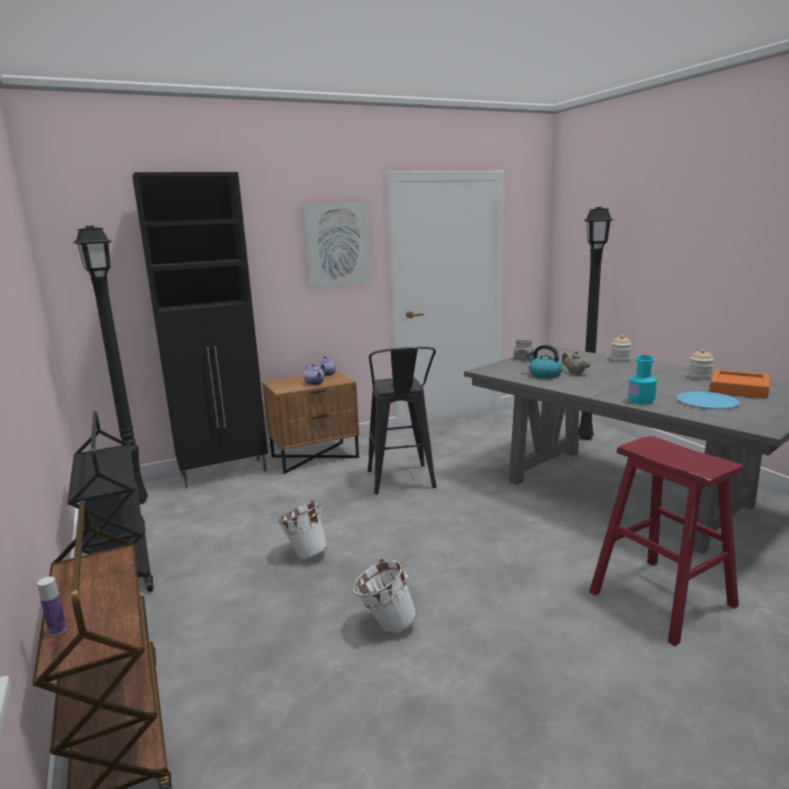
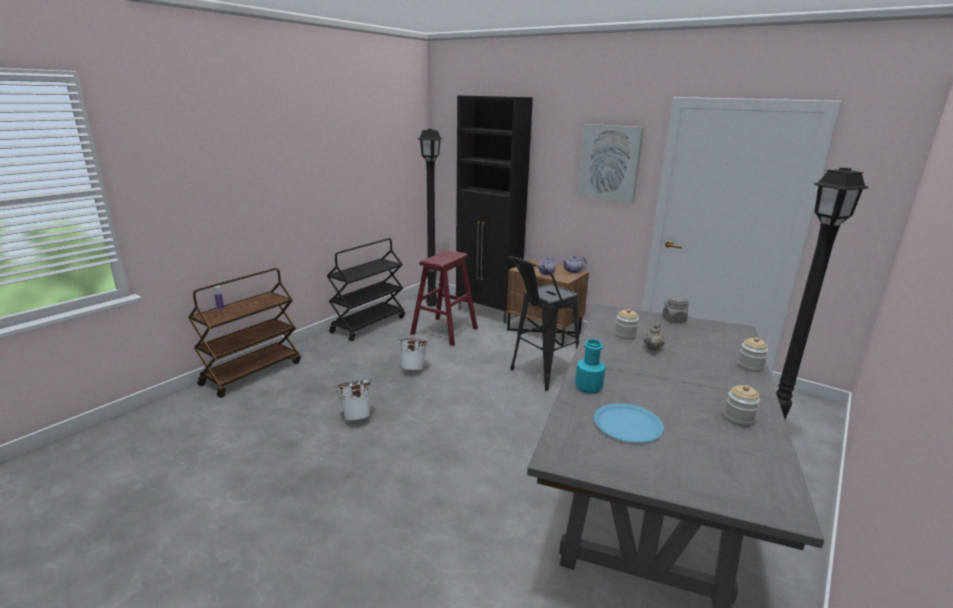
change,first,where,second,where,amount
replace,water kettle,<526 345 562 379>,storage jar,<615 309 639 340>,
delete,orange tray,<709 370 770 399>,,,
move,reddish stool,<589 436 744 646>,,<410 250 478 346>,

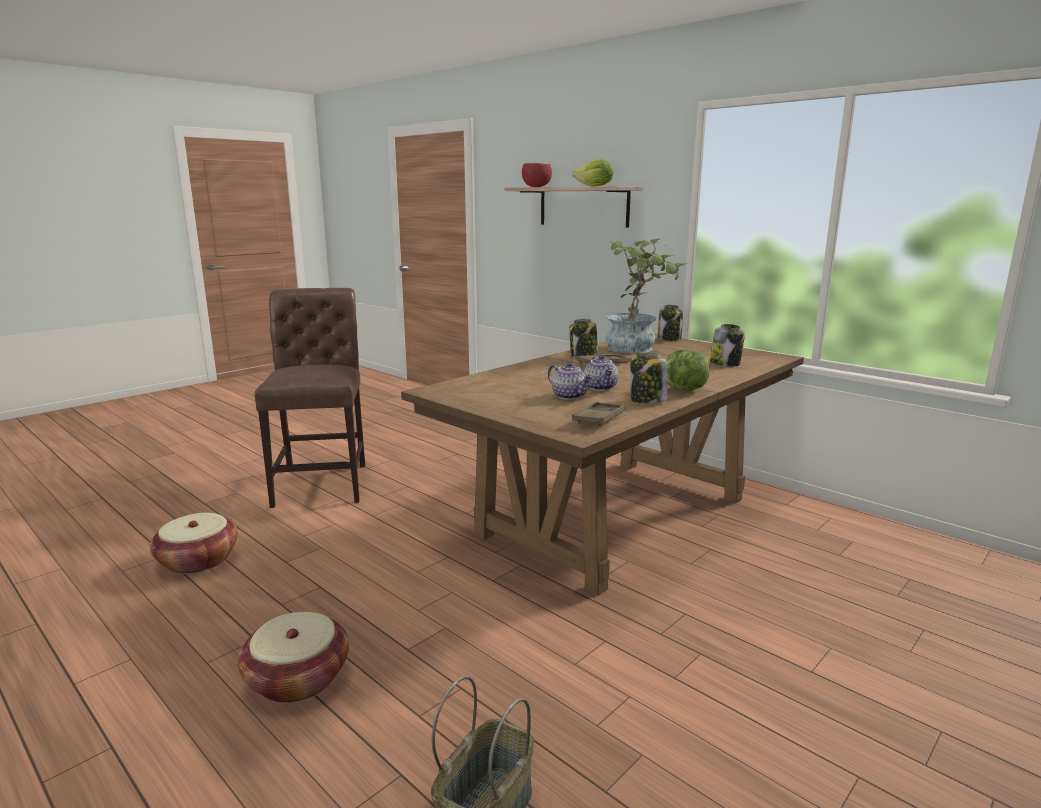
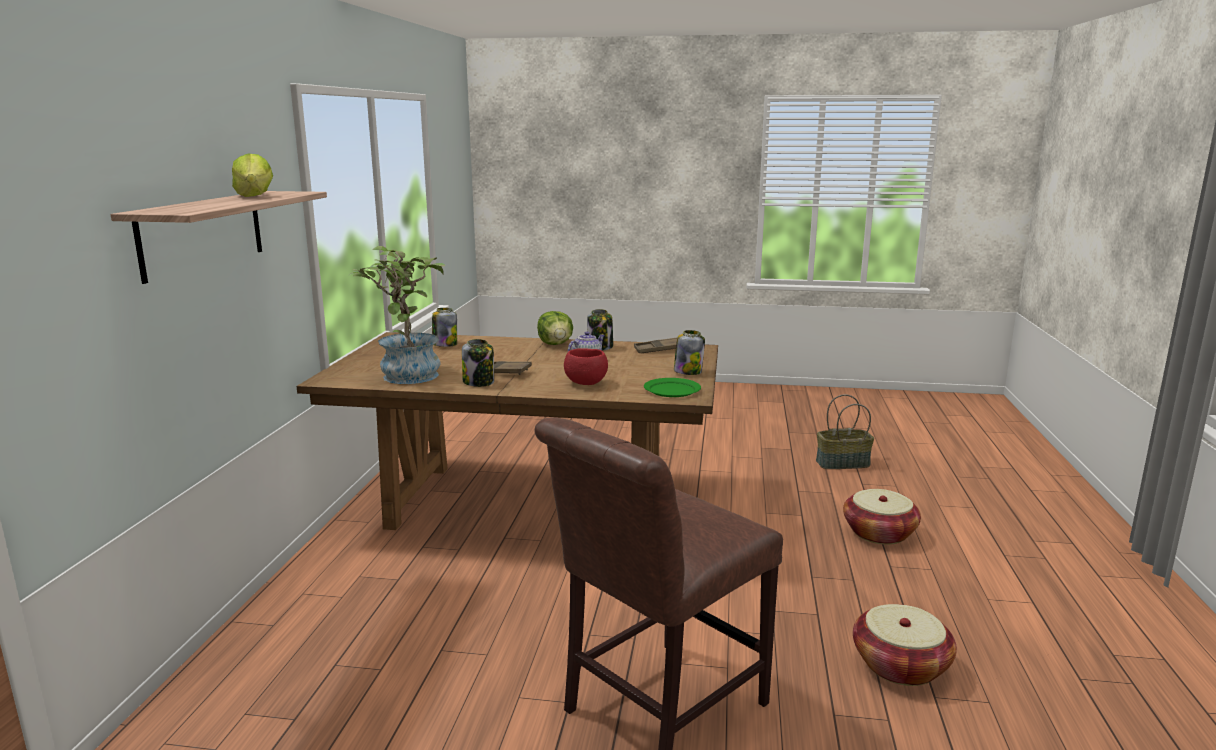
change,first,where,second,where,amount
move,reddish serving bowl,<522 163 552 187>,,<564 348 608 385>,
move,storage jar,<658 305 683 341>,,<674 330 705 375>,
delete,pot for tea,<548 362 593 400>,,,
insert,,,green-coloured plate,<644 378 701 397>,

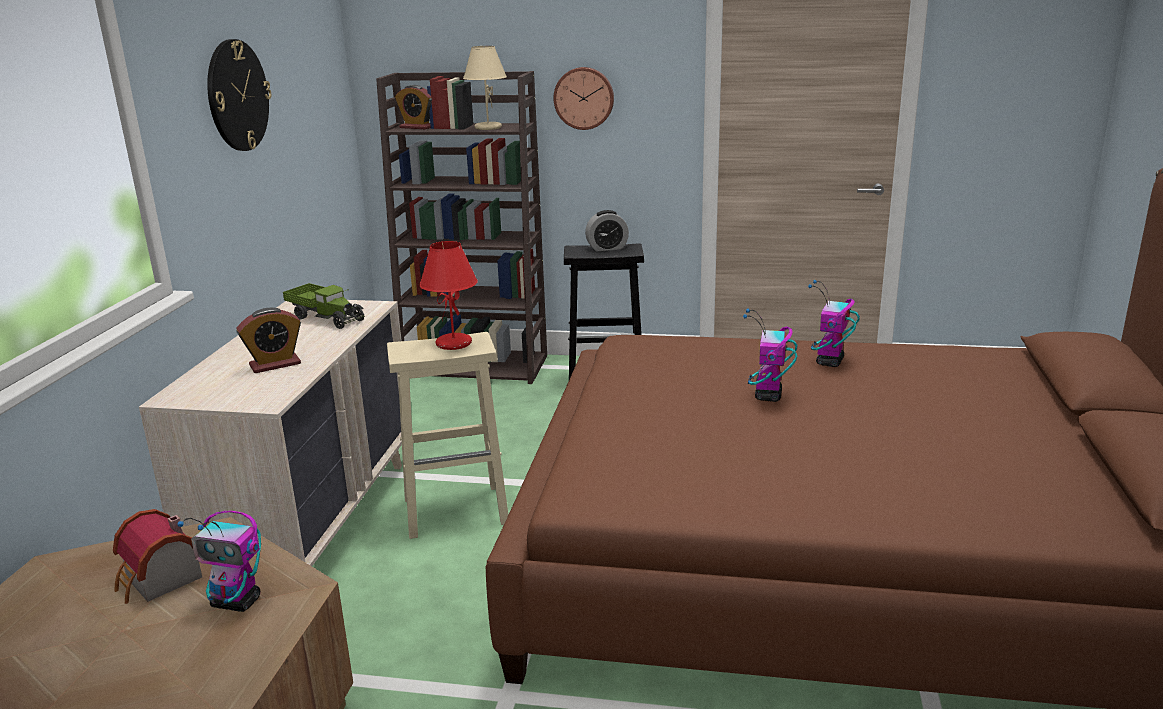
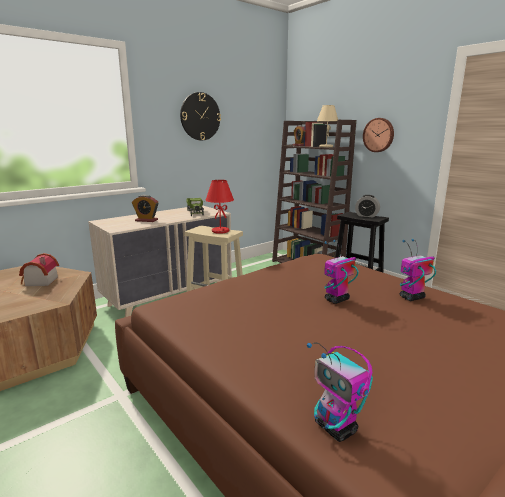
change,first,where,second,where,amount
move,model robot,<177 511 261 612>,,<307 342 373 442>,

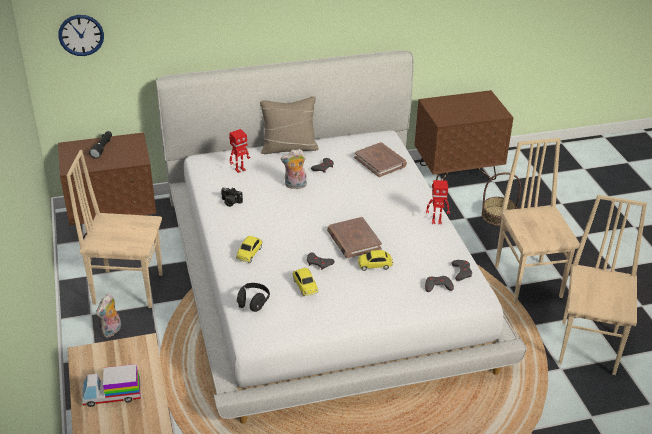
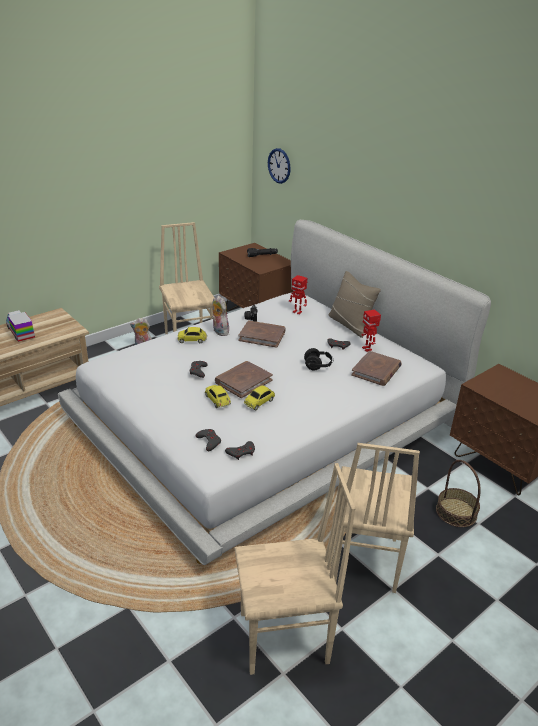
change,first,where,second,where,amount
rotate,beige plain chair,<495 138 580 303>,,<334 443 420 593>,135 degrees clockwise
move,plush toy,<281 149 307 189>,,<211 295 229 336>,
move,model robot,<426 180 450 225>,,<361 309 381 352>,
move,miniature car,<293 268 318 296>,,<244 385 275 411>,
move,blackish headphones,<237 283 270 312>,,<304 348 333 371>,
insert,,,brown-coloured volume,<238 321 285 348>,

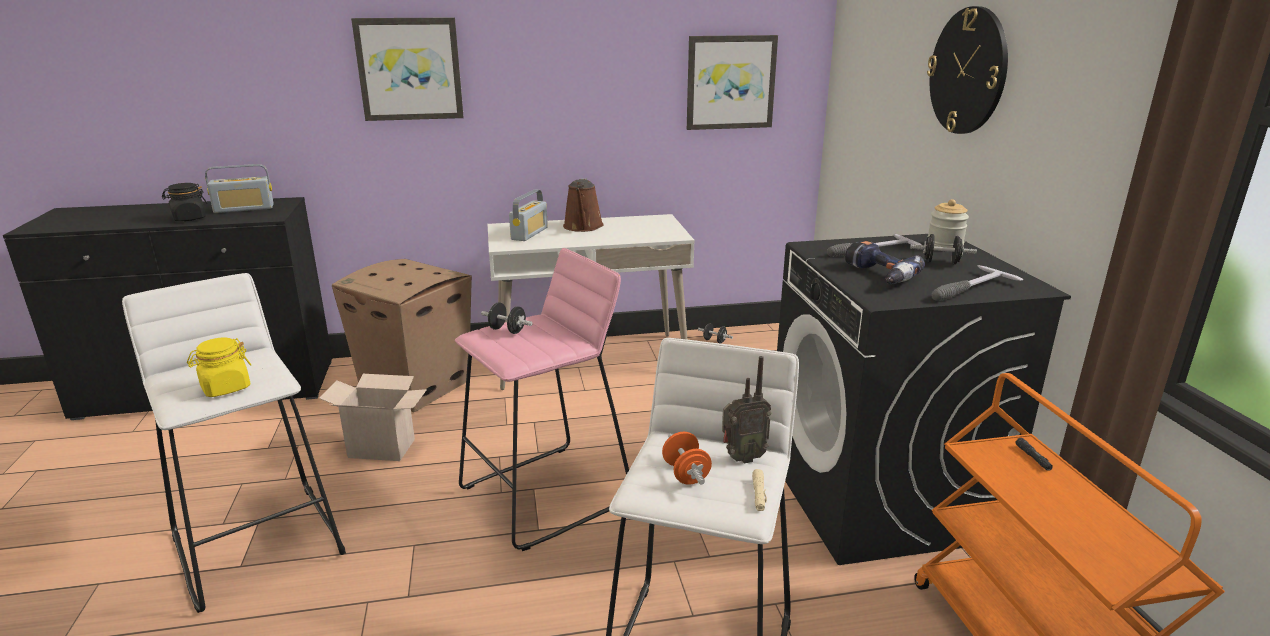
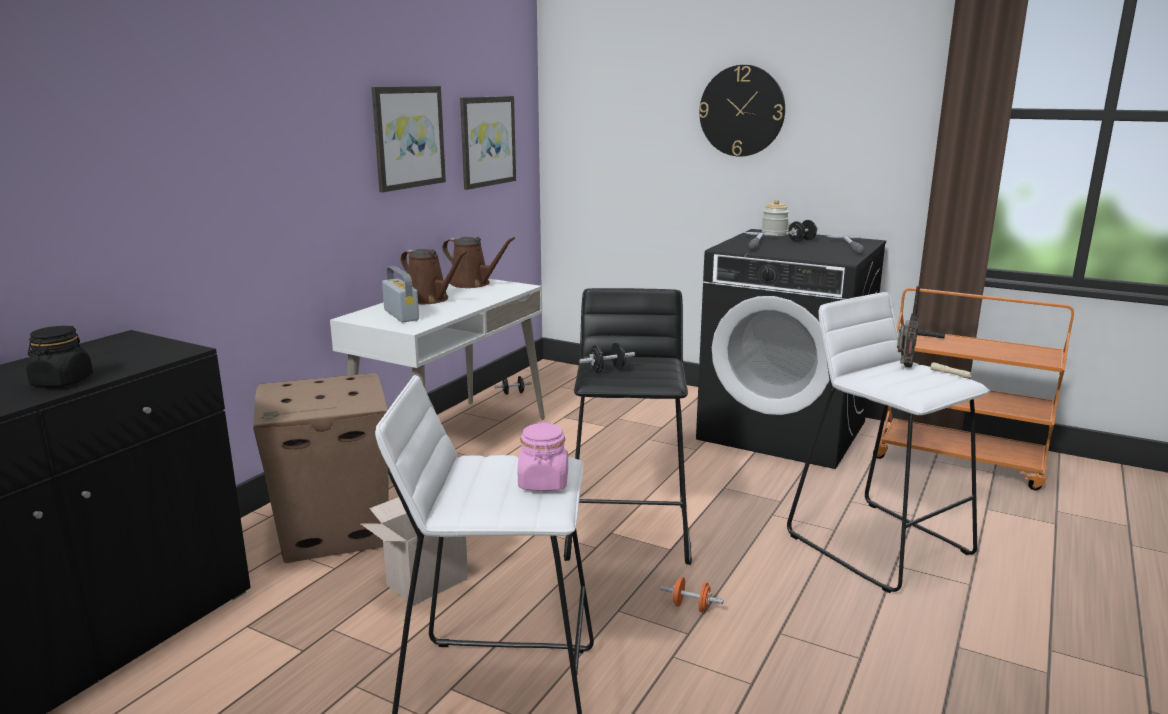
change,first,where,second,where,amount
move,picture,<351 17 464 121>,,<371 86 446 192>,
delete,radio,<205 164 274 213>,,,
delete,electric drill,<845 240 925 284>,,,
recolor,pink stool,<455 248 629 551>,blackish stool,<564 288 692 565>,
recolor,yellow-coloured storage jar,<187 338 251 397>,pink storage jar,<518 422 568 491>,
move,orange free weight,<662 432 712 485>,,<661 577 724 612>,
insert,,,brown-coloured watering pot,<442 237 515 288>,

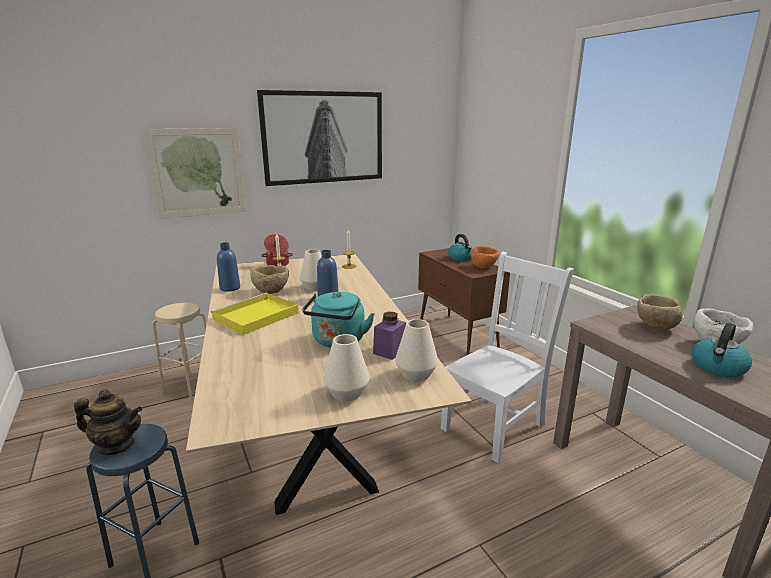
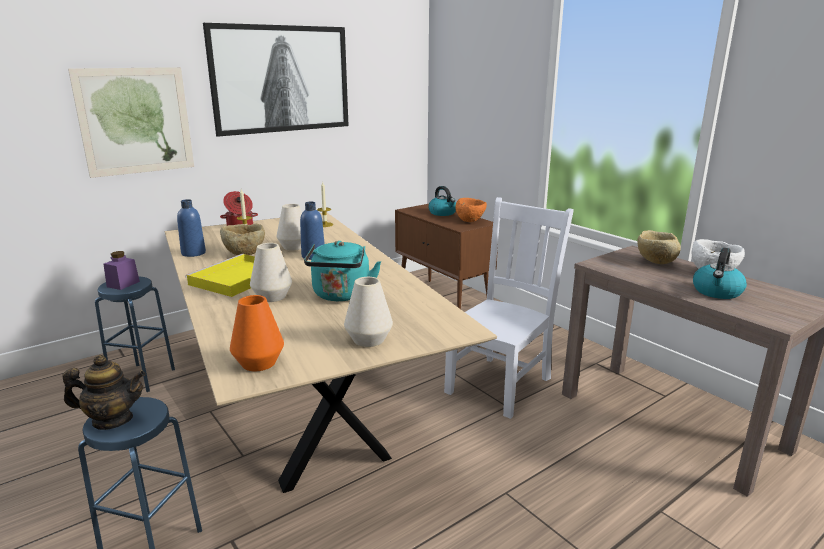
change,first,where,second,where,amount
recolor,beige stool,<153 303 206 401>,blue stool,<95 276 175 392>,
move,purplish storage jar,<373 312 406 360>,,<103 251 140 290>,
move,white decorative vase,<395 319 438 382>,,<250 243 292 302>,
insert,,,orange decorative vase,<230 295 284 371>,

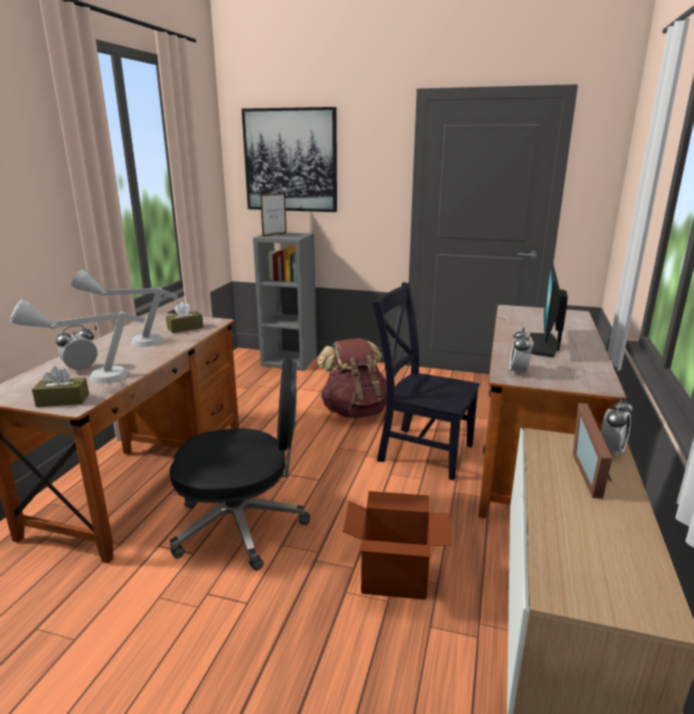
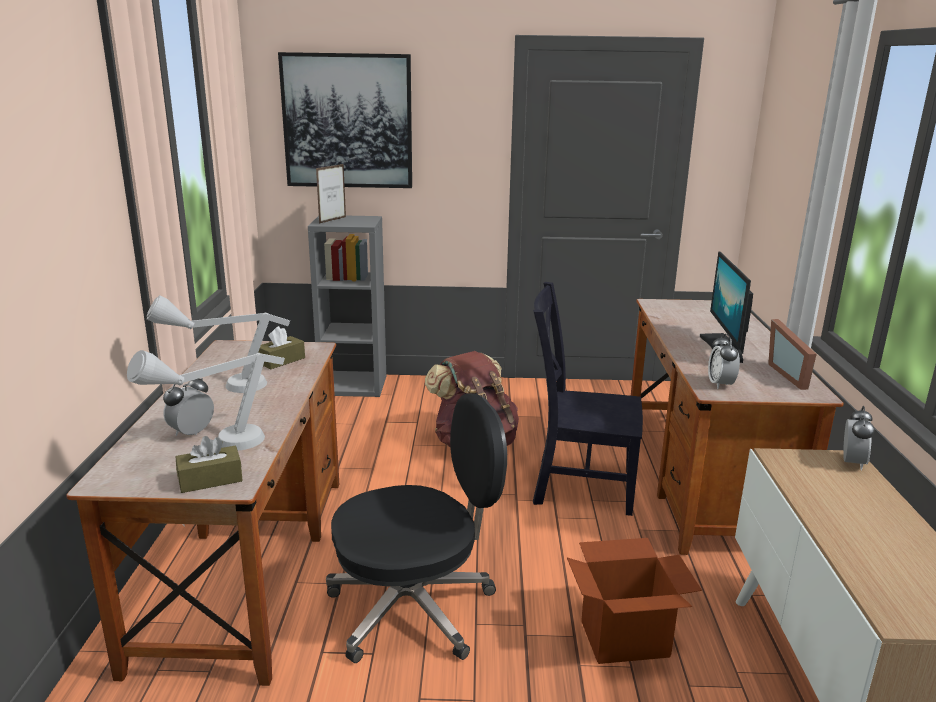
change,first,where,second,where,amount
move,picture frame,<573 403 612 499>,,<768 319 817 390>,

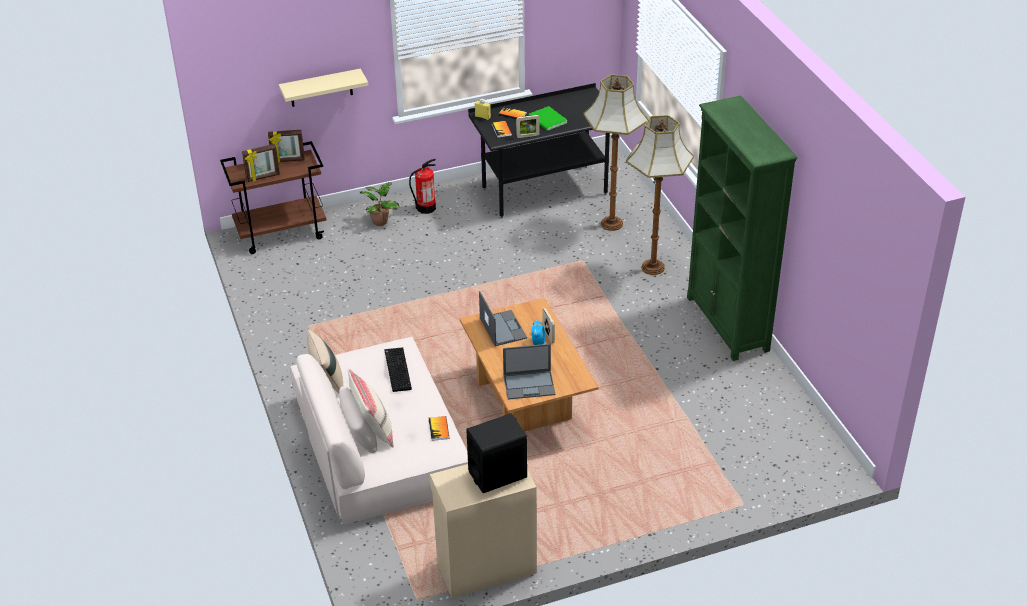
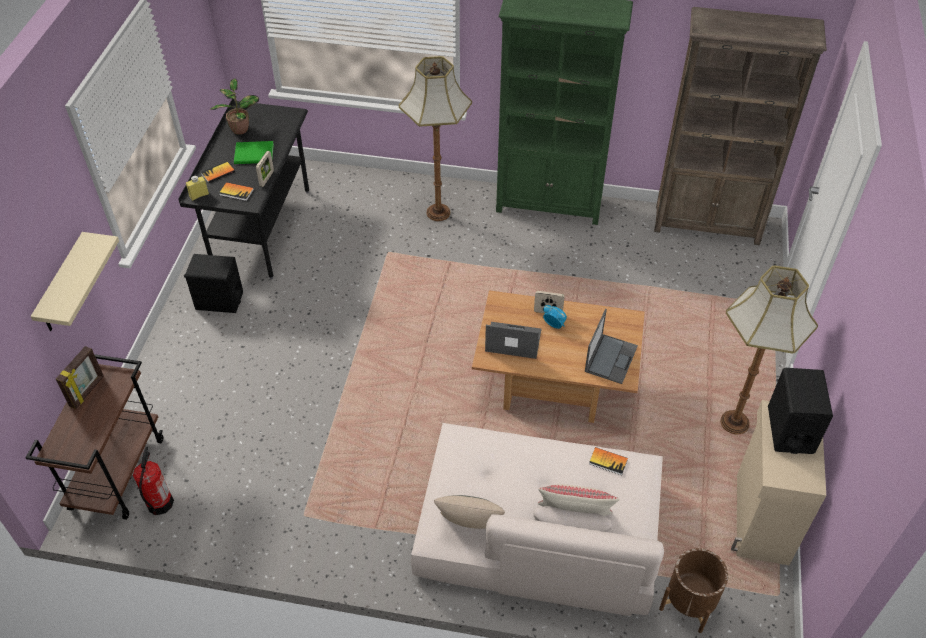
change,first,where,second,where,amount
move,standing lamp,<583 74 648 231>,,<720 265 818 434>,
delete,picture frame,<242 144 280 182>,,,
move,fire-fighting cylinder,<409 159 436 214>,,<133 447 174 515>,
move,potted plant,<360 182 399 226>,,<210 78 259 135>,
delete,computer keyboard,<385 347 412 392>,,,
insert,,,brown-coloured bookcase,<654 7 827 245>,
insert,,,blackish audio speaker,<184 254 243 313>,
insert,,,brown-coloured flower pot,<659 548 729 633>,

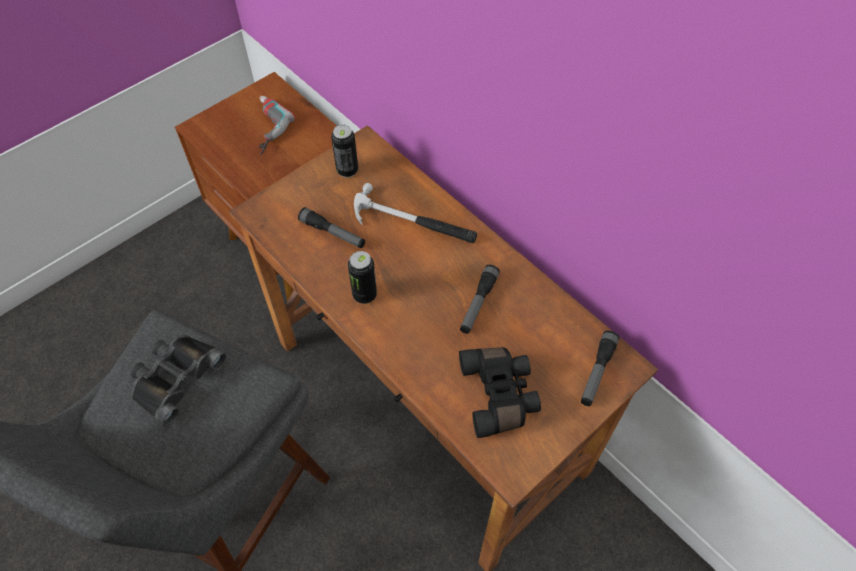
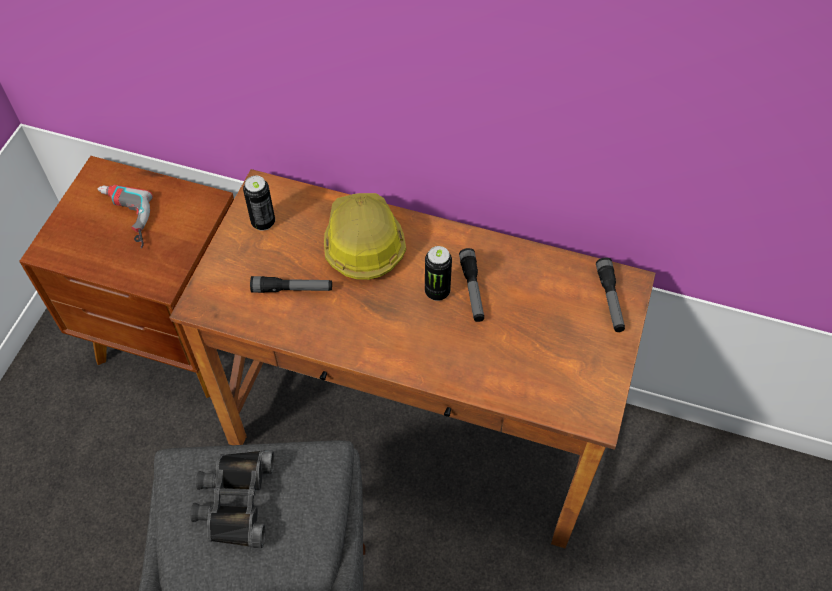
change,first,where,second,where,amount
replace,tool hammer,<354 183 477 243>,work helmet,<324 193 406 280>,
move,sealed can,<348 251 377 304>,,<425 246 452 301>,
delete,blackish field glasses,<459 347 541 438>,,,

